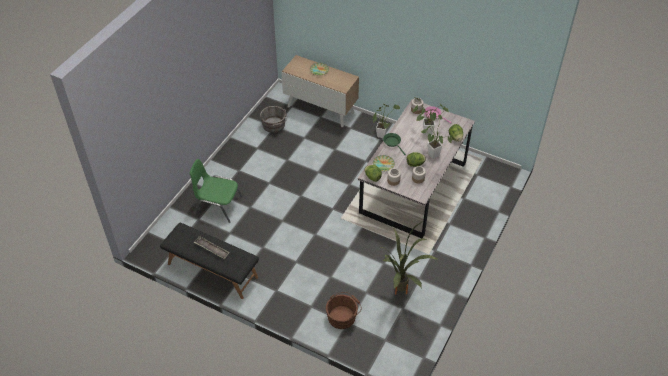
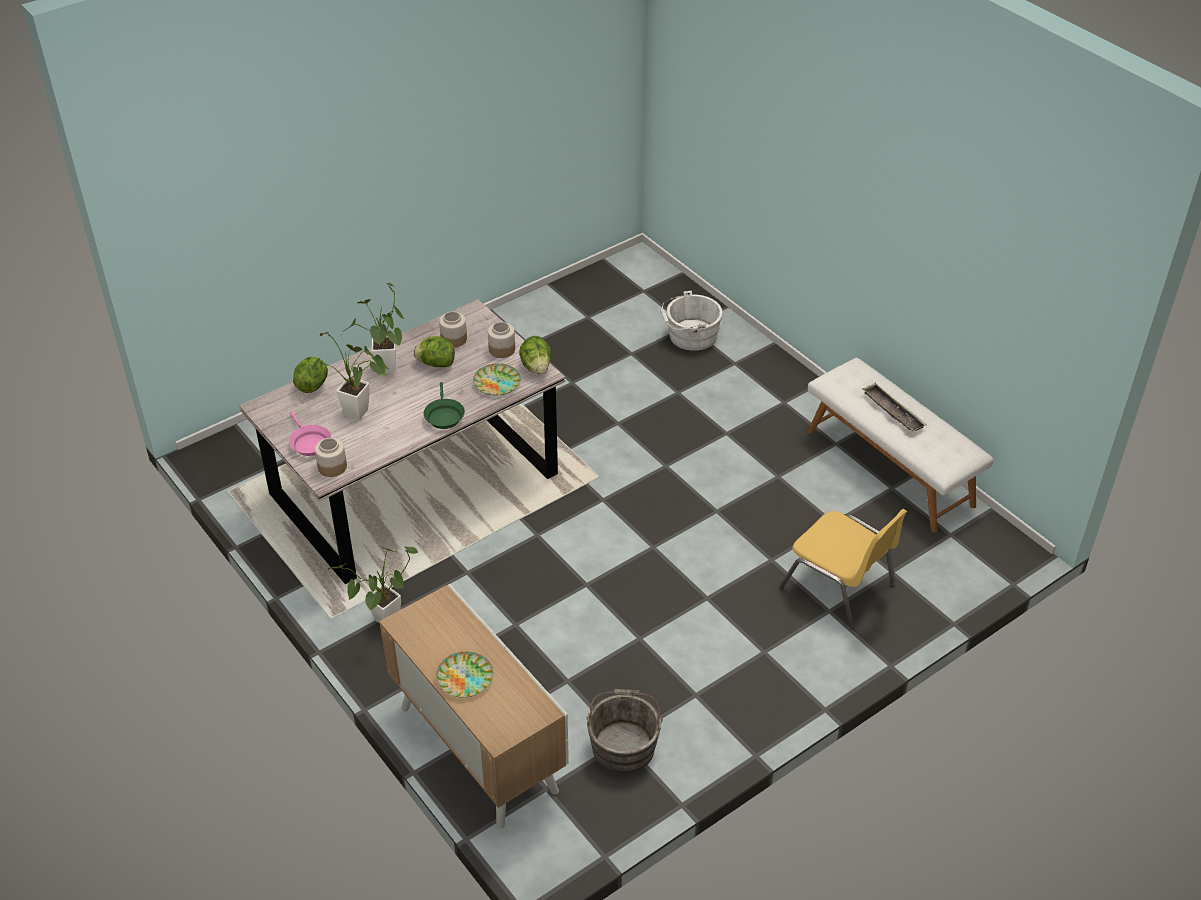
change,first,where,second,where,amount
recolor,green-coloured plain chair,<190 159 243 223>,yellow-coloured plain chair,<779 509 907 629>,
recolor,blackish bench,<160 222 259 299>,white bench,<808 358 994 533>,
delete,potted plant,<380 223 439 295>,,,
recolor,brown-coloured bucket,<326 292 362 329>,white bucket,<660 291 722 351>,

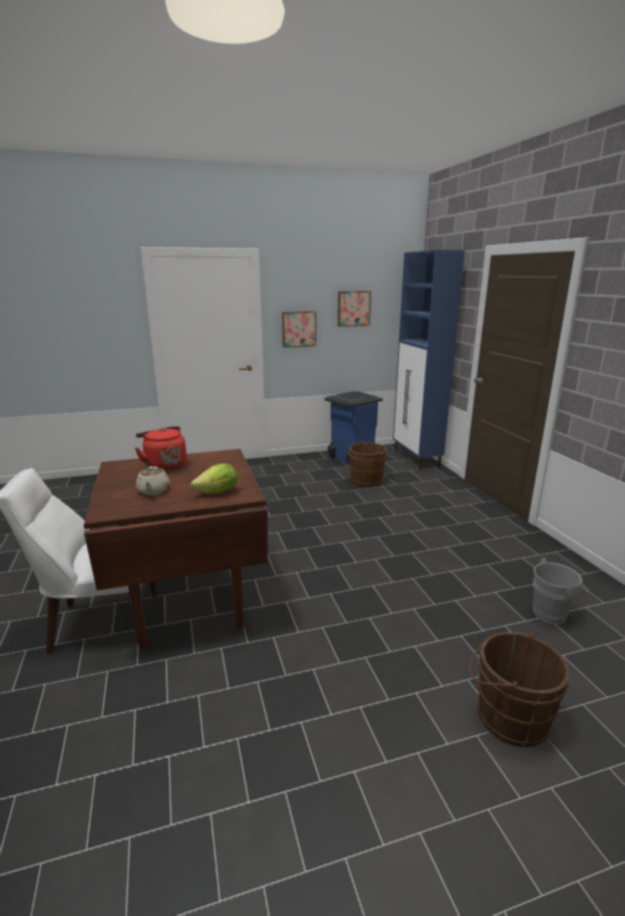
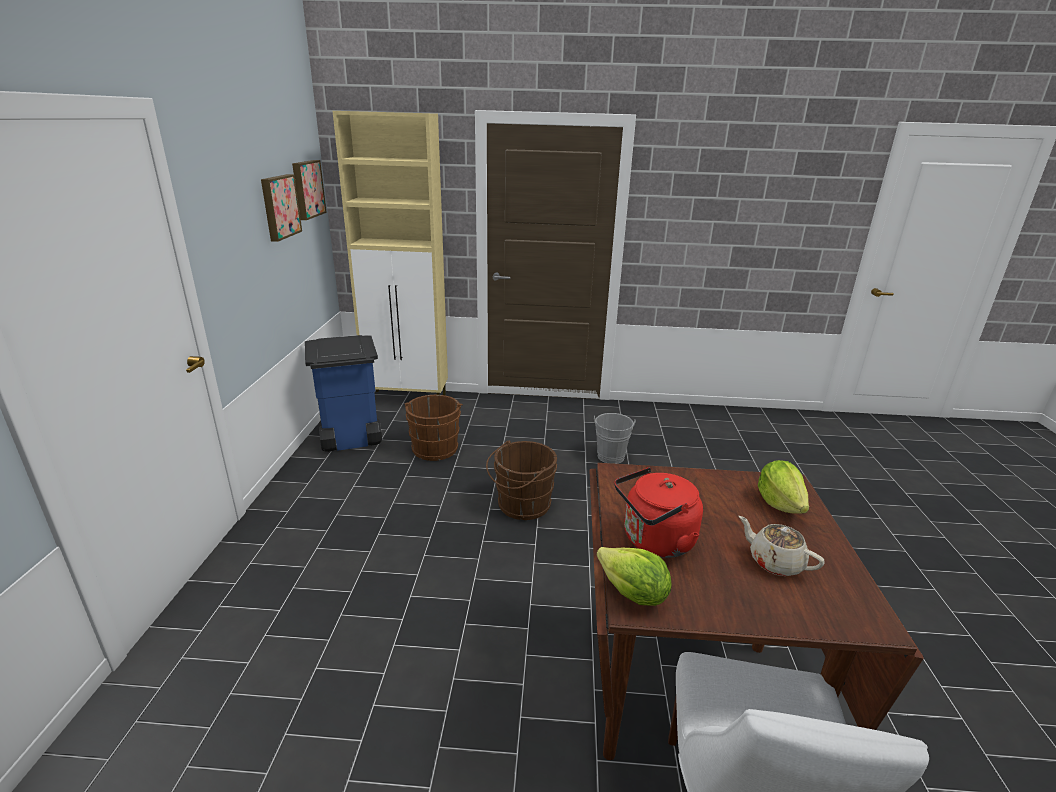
change,first,where,second,where,amount
recolor,blue storage cabinet,<393 250 465 470>,beige storage cabinet,<333 111 448 395>,
move,picture,<282 311 316 348>,,<292 160 327 220>,
rotate,beige pot for tea,<136 466 170 495>,,<739 516 825 576>,150 degrees counterclockwise
move,gray bucket,<533 558 589 624>,,<594 413 636 464>,
move,brown-coloured bucket,<469 632 570 747>,,<486 440 557 520>,
insert,,,lettuce,<597 547 671 606>,

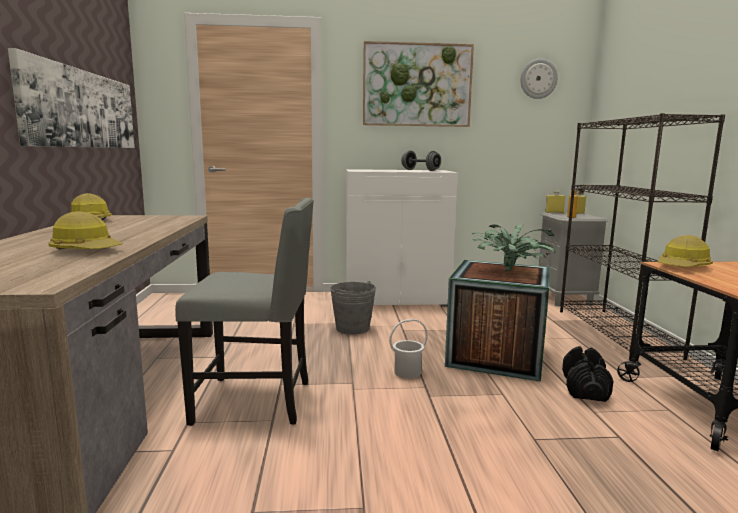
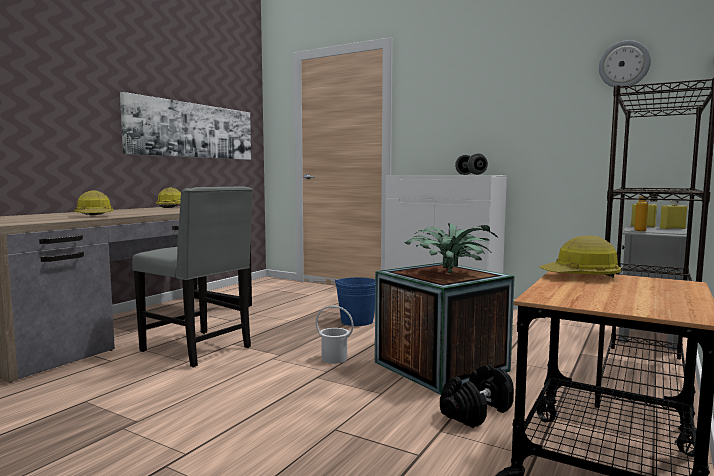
change,first,where,second,where,amount
delete,picture,<363 41 474 127>,,,
recolor,gray bucket,<330 281 376 335>,blue bucket,<335 277 375 326>,

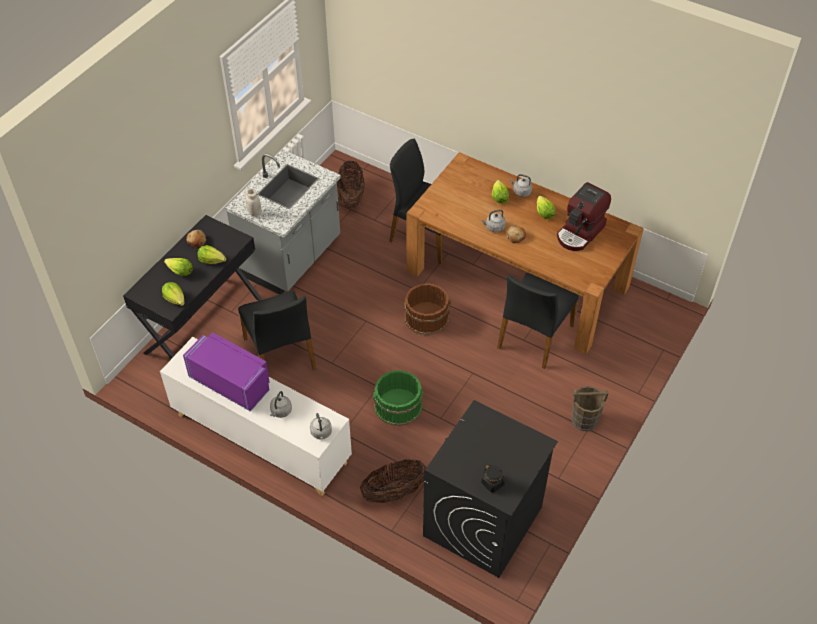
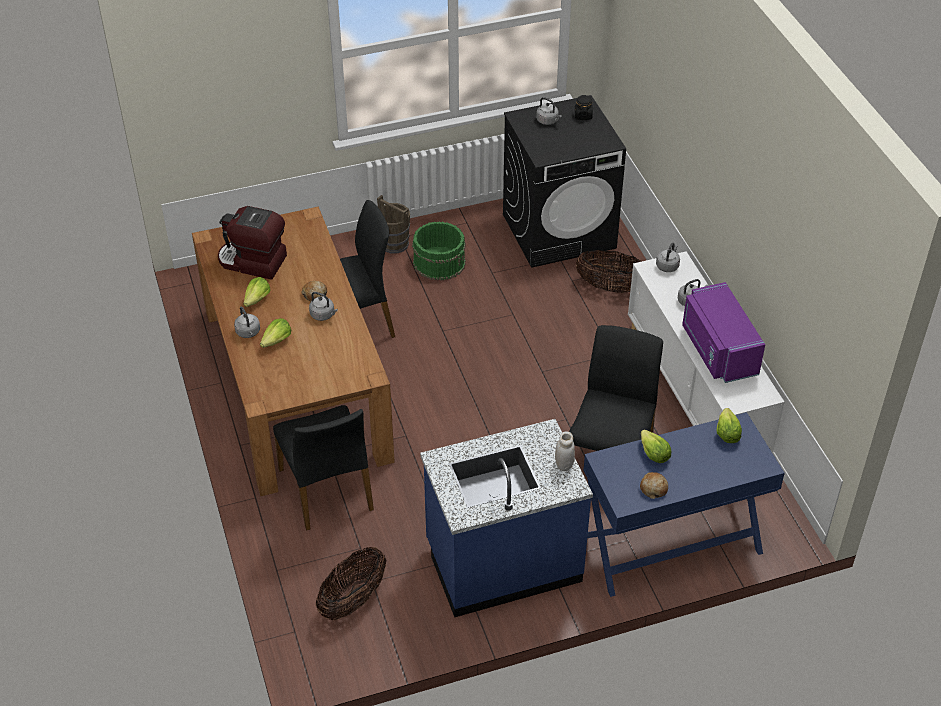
change,first,where,second,where,amount
recolor,gray kitchen base unit,<225 150 341 294>,blue kitchen base unit,<420 419 593 617>,
rotate,coffee machine,<557 182 611 251>,,<218 206 287 280>,150 degrees counterclockwise
recolor,blackish desk table,<123 215 262 359>,blue desk table,<583 412 785 597>,
delete,lettuce,<164 258 193 276>,,,
delete,brown-coloured bucket,<404 283 451 335>,,,
move,green-coloured bucket,<373 370 423 426>,,<412 222 466 281>,
insert,,,gray water kettle,<536 97 562 125>,

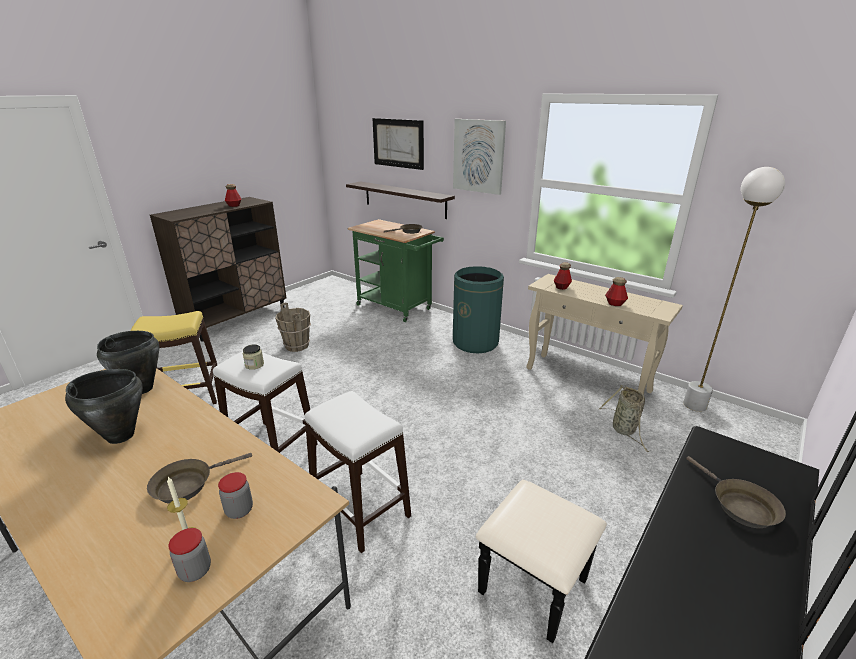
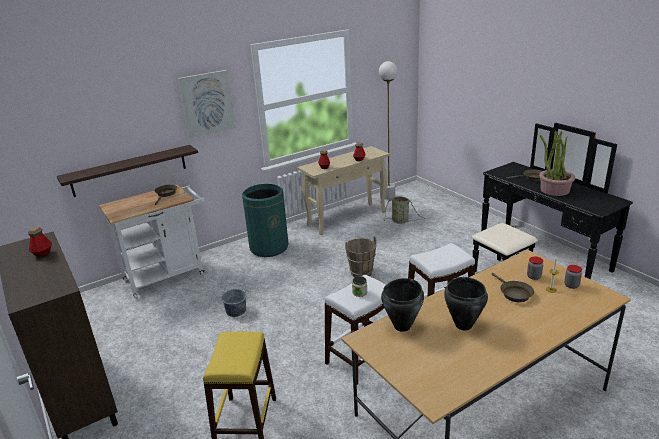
change,first,where,second,where,amount
delete,picture,<372 118 424 170>,,,
recolor,green-coloured trolley,<348 219 444 322>,white trolley,<99 184 205 299>,
move,brown-coloured bucket,<275 303 311 352>,,<345 236 376 277>,
insert,,,potted plant,<539 131 575 196>,
insert,,,gray bucket,<221 284 246 317>,

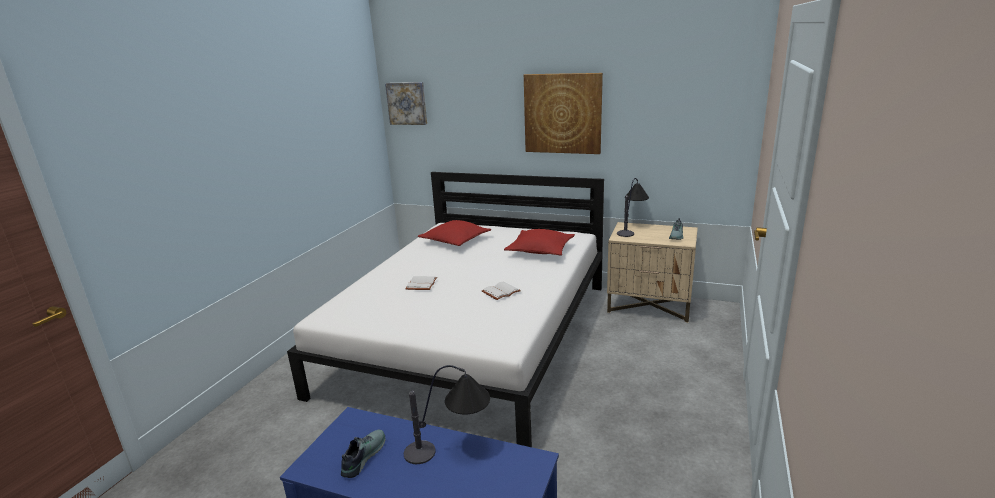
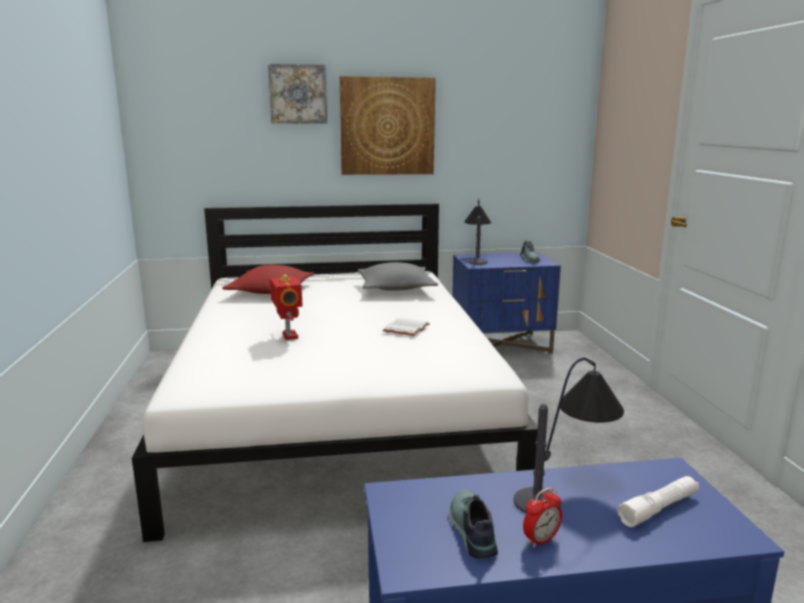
change,first,where,second,where,amount
move,picture,<385 82 427 125>,,<268 64 327 124>,
recolor,beige bedside table,<607 222 698 323>,blue bedside table,<452 252 561 354>,
recolor,reddish cushion,<504 229 575 256>,gray cushion,<358 262 438 291>,
replace,white volume,<406 276 437 290>,model robot,<270 275 302 340>,
insert,,,white torch,<617 476 699 527>,
insert,,,alarm clock,<523 487 562 548>,

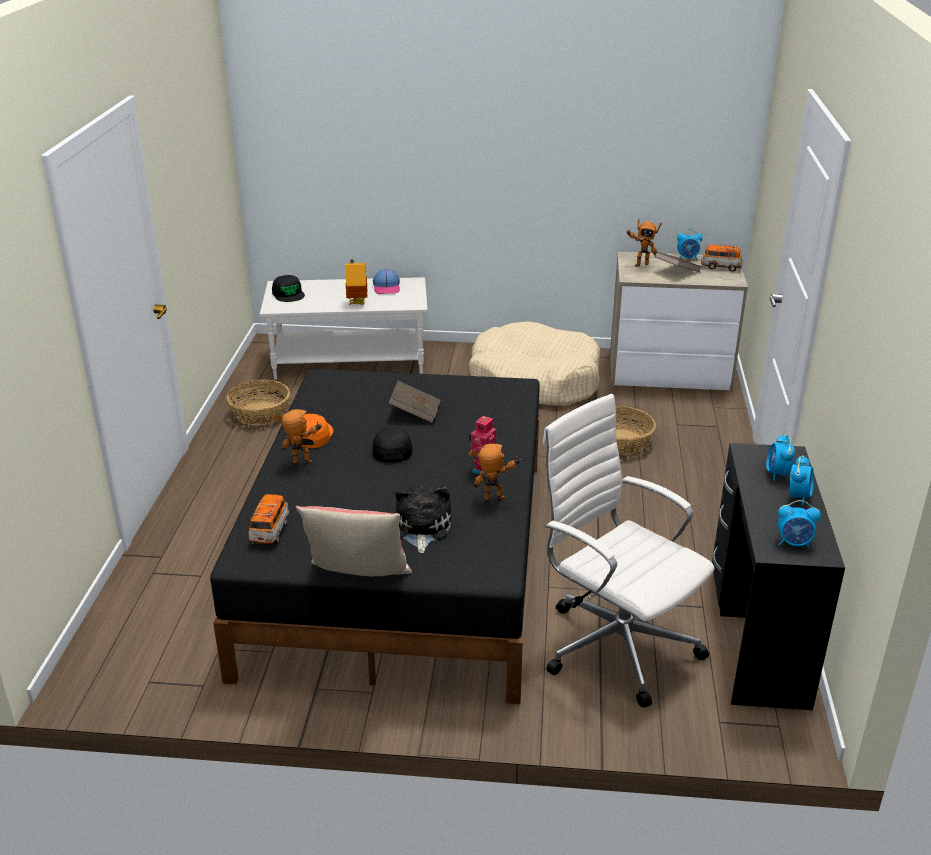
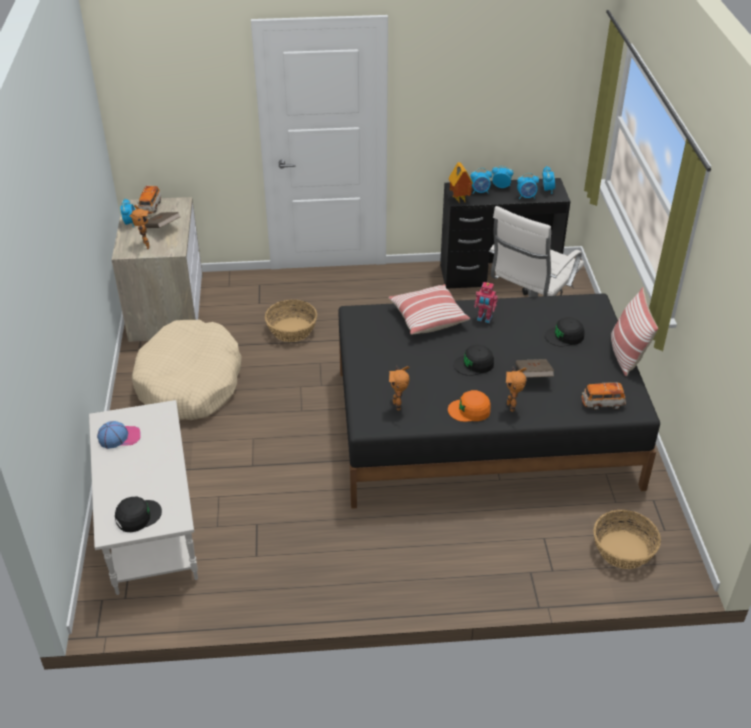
change,first,where,second,where,amount
move,miniature house,<345 259 368 305>,,<449 162 473 203>,
move,basket,<226 379 290 425>,,<593 510 661 569>,
move,brown-coloured volume,<389 381 440 423>,,<515 359 554 378>,
move,model robot,<470 444 522 500>,,<389 365 410 411>,
replace,plush toy,<395 485 451 553>,blackish baseball cap,<545 317 585 346>,
insert,,,alarm clock,<517 173 539 199>,
insert,,,cushion,<388 284 470 335>,

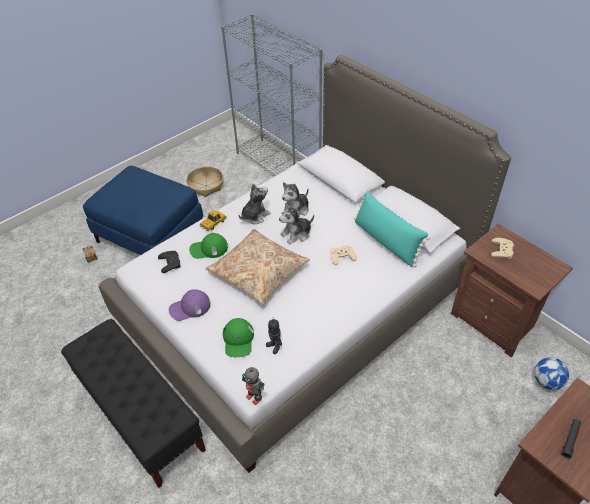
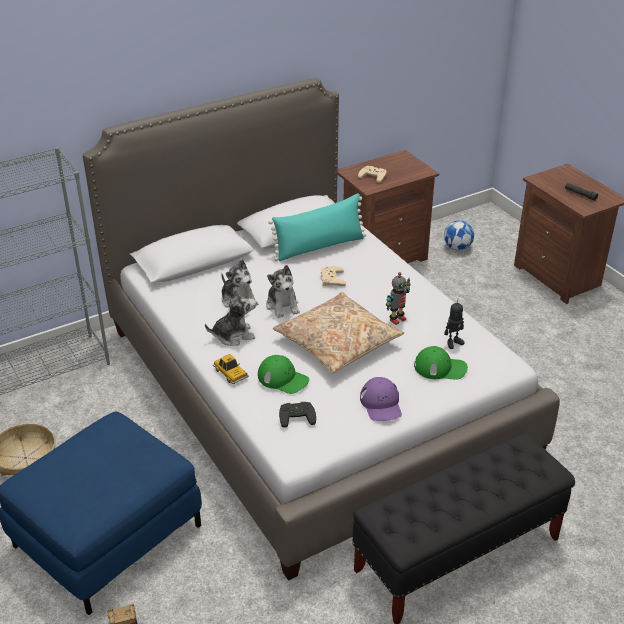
change,first,where,second,where,amount
rotate,plush toy,<238 184 271 224>,,<205 289 256 346>,105 degrees clockwise
rotate,green-coloured baseball cap,<189 233 228 259>,,<258 355 309 394>,60 degrees counterclockwise
move,model robot,<242 367 264 405>,,<386 272 411 325>,

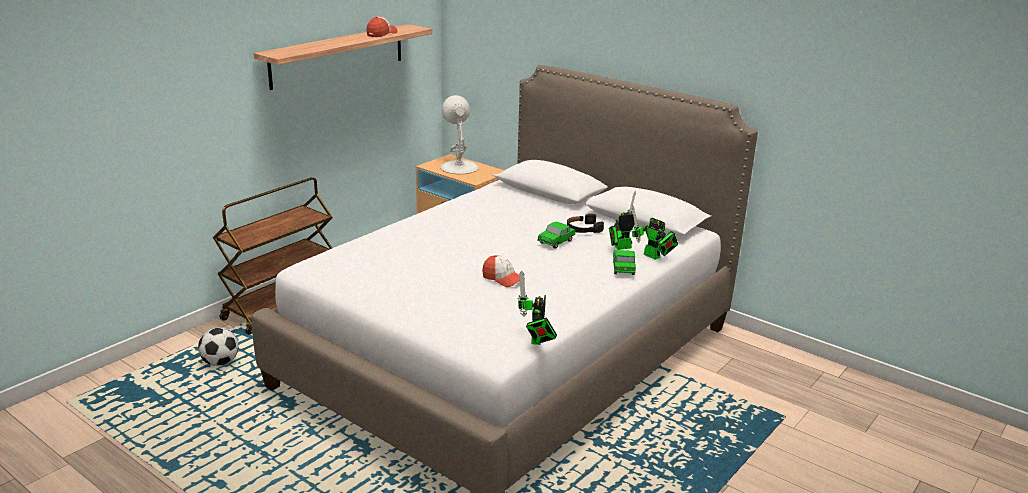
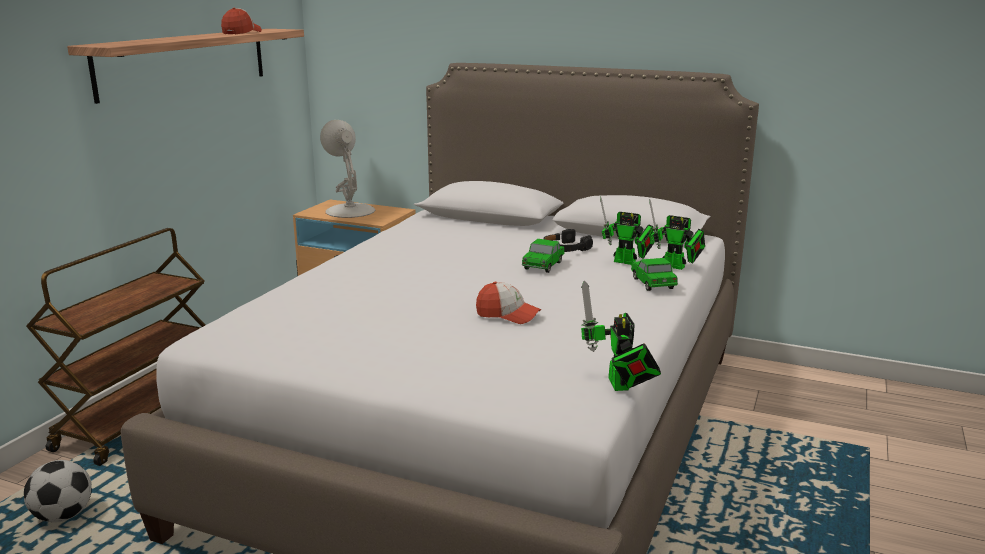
change,first,where,second,where,amount
rotate,model robot,<609 191 636 250>,,<600 196 655 265>,120 degrees counterclockwise

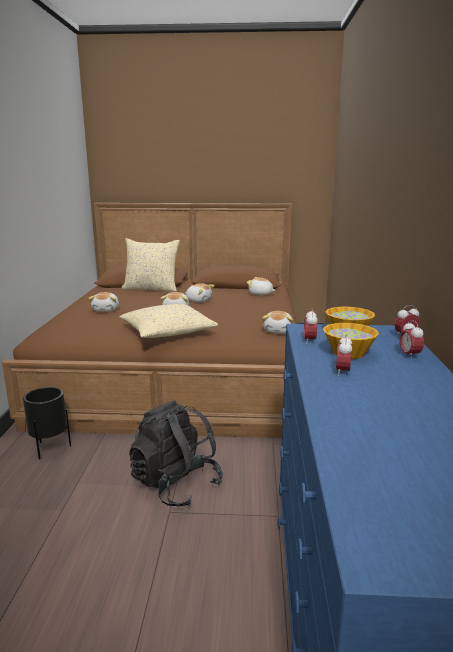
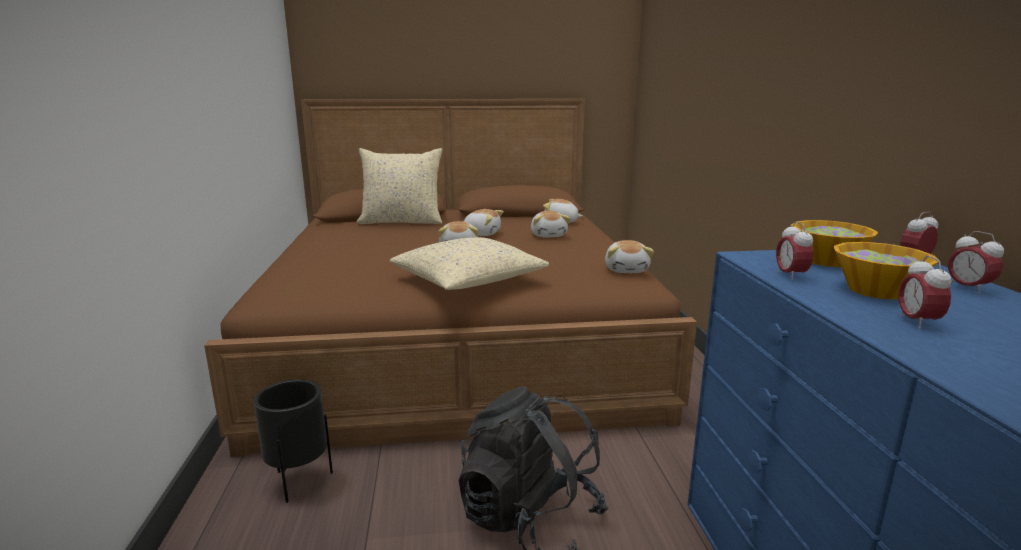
change,first,where,second,where,amount
move,plush toy,<88 292 119 312>,,<531 211 570 237>,

